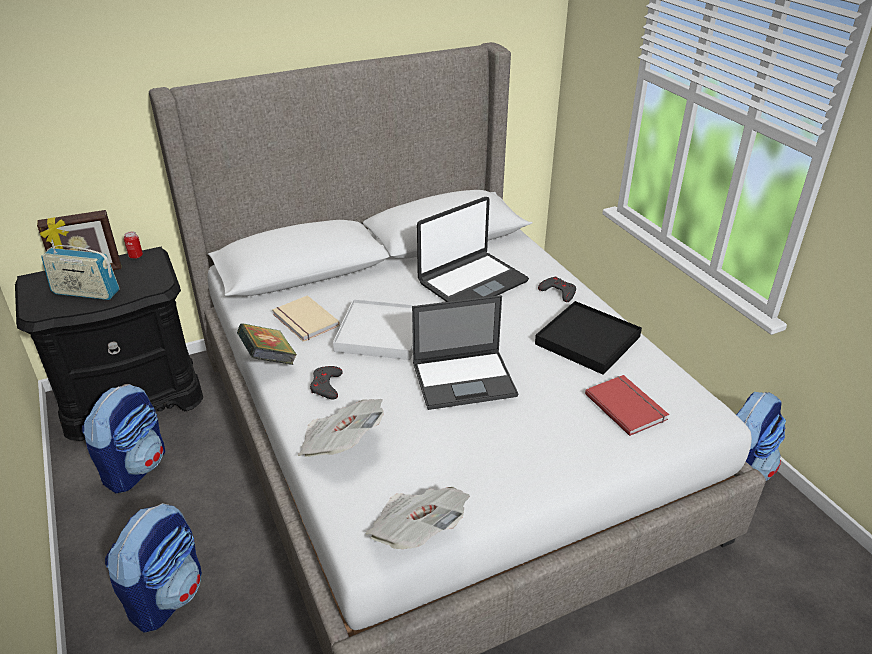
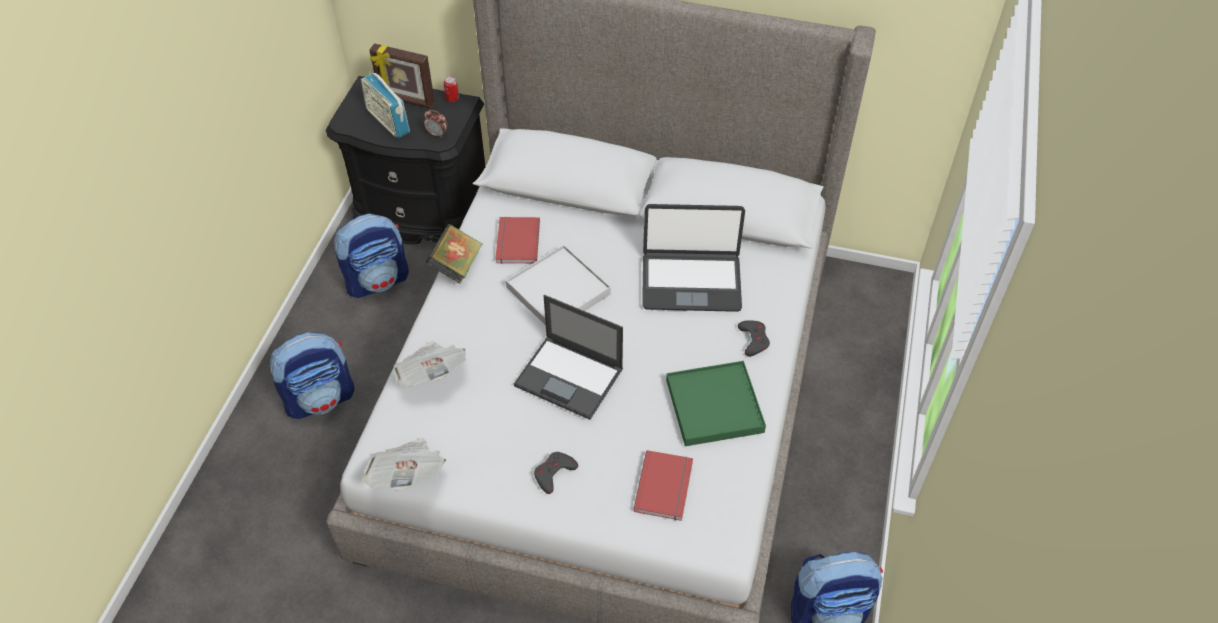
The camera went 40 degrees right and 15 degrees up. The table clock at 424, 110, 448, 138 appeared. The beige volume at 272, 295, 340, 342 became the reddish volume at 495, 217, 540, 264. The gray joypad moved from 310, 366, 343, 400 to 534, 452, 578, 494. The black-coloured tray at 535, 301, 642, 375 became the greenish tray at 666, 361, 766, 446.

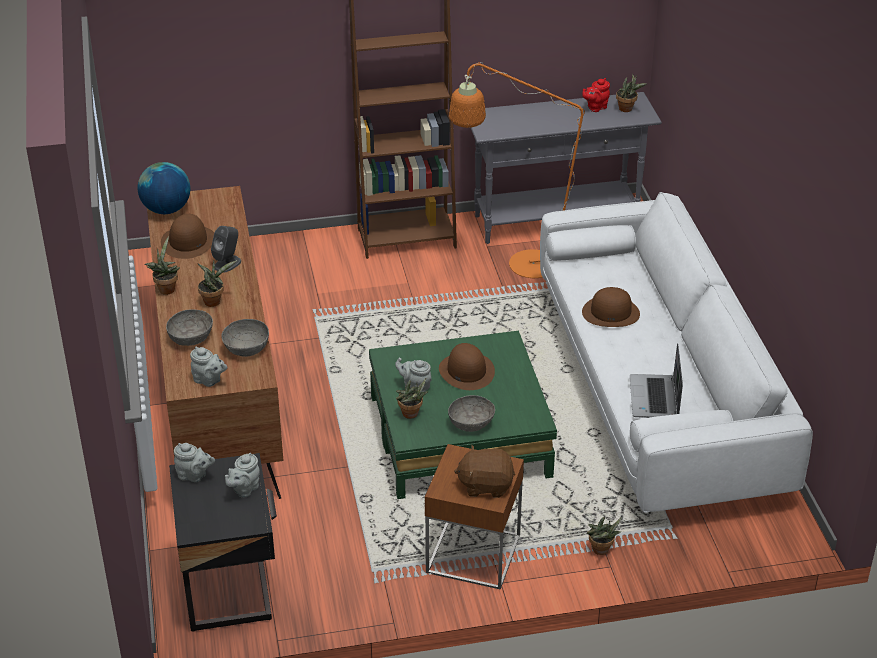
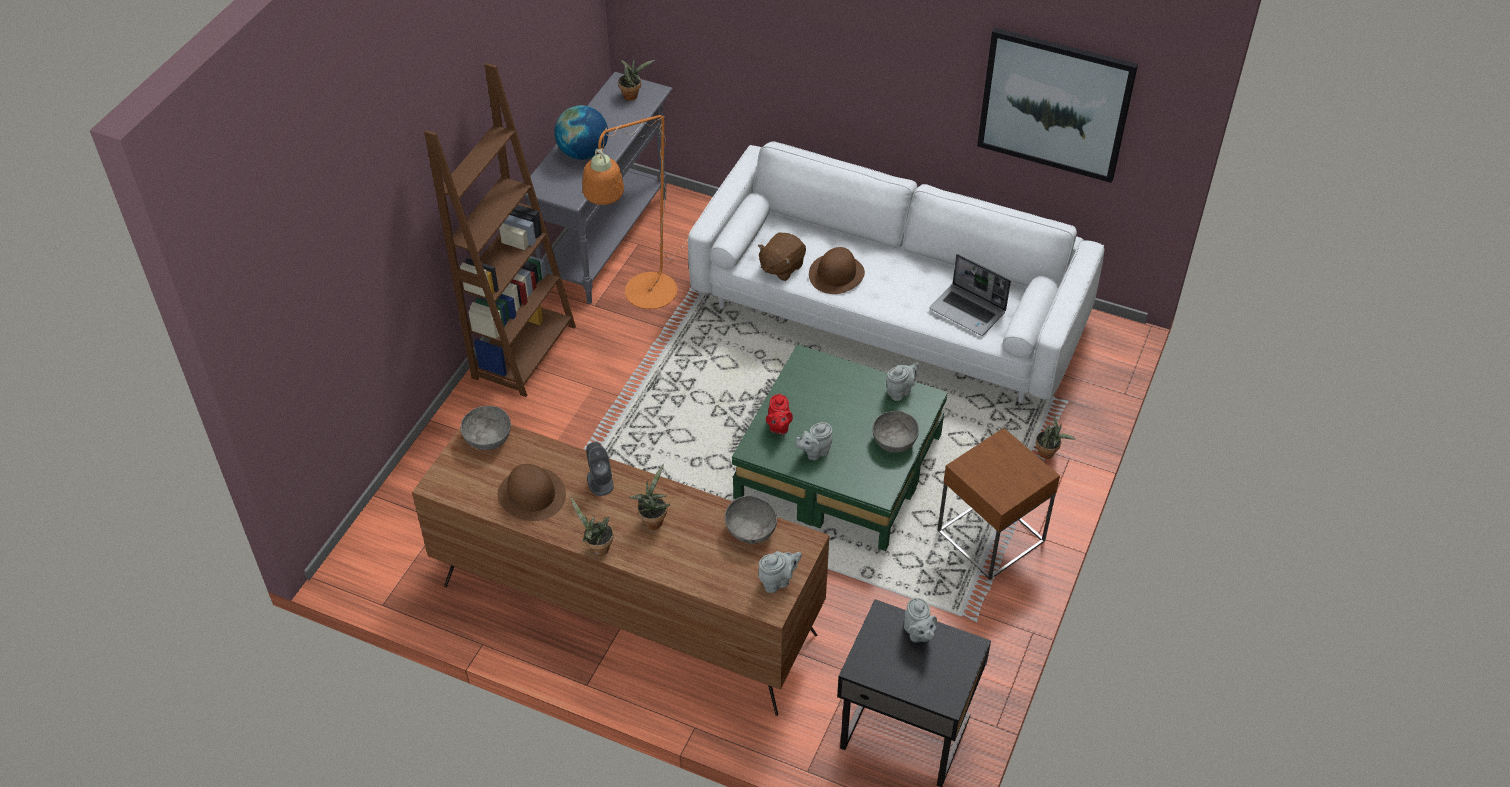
The camera went 55 degrees left and 10 degrees up. The gray serving bowl moved from 166, 309, 213, 346 to 461, 406, 511, 450. The world globe moved from 138, 162, 190, 214 to 554, 105, 608, 160. The brownish soft toy moved from 454, 445, 515, 498 to 758, 232, 806, 281. The reddish teapot moved from 582, 78, 610, 112 to 766, 393, 793, 435. The gray teapot moved from 174, 443, 215, 482 to 886, 362, 919, 401. The picture at 977, 28, 1138, 183 appeared. The potted plant at 396, 378, 428, 419 disappeared. The brownish wearable hat at 439, 343, 495, 390 disappeared.

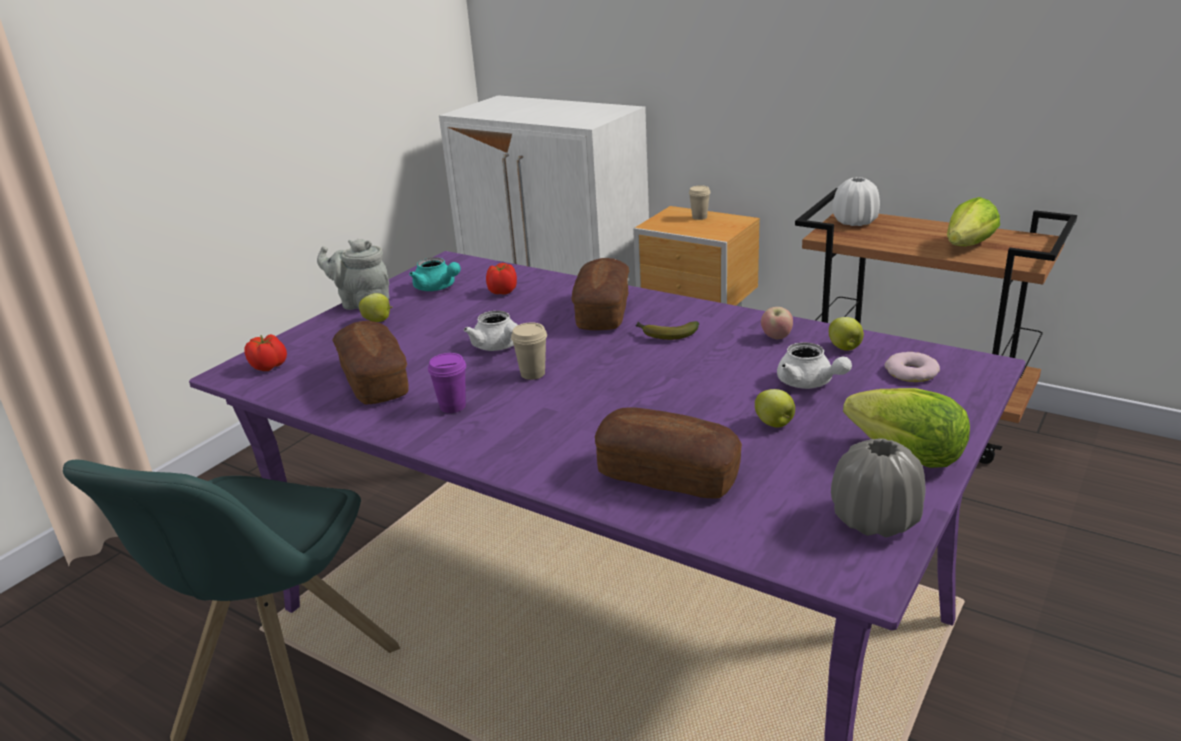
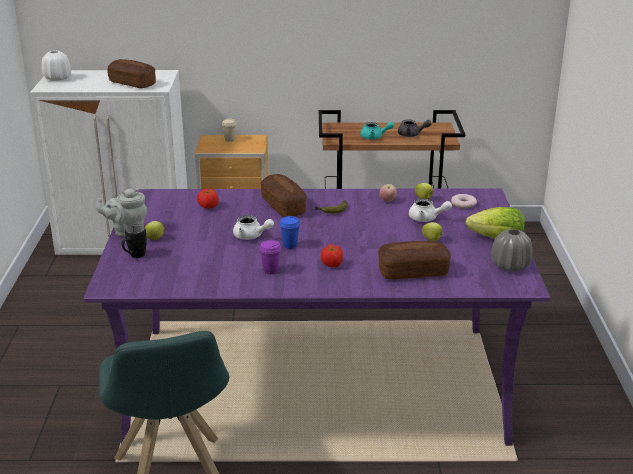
The camera went 35 degrees left and 0 degrees up. The whitish flower vase moved from 832, 177, 880, 226 to 41, 50, 71, 81. The bakery bread moved from 332, 321, 409, 405 to 107, 59, 156, 88. The black-coloured tea mug at 122, 225, 147, 258 appeared. The beige cup at 511, 322, 547, 380 became the blue cup at 280, 216, 300, 249. The tomato moved from 244, 334, 287, 371 to 321, 244, 343, 267. The turquoise teapot moved from 409, 257, 461, 291 to 360, 121, 394, 139. The lettuce at 947, 197, 1000, 246 was replaced by the gray teapot at 398, 119, 432, 137.

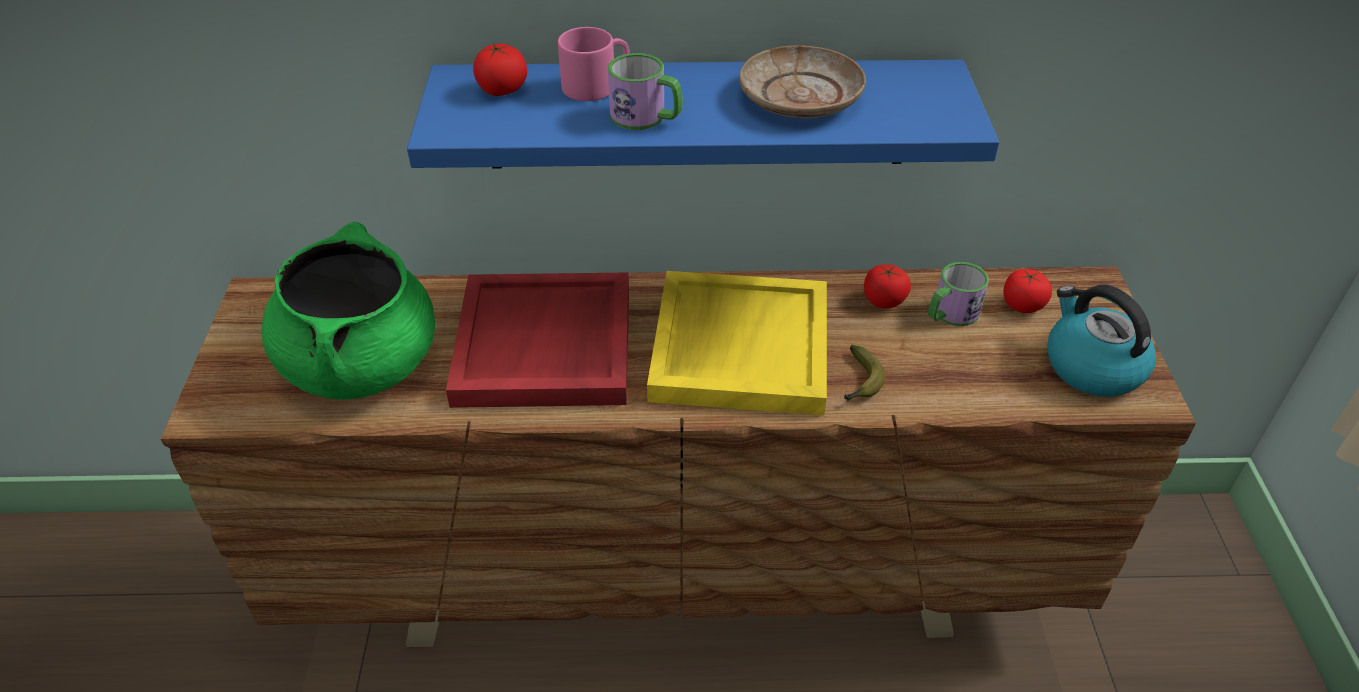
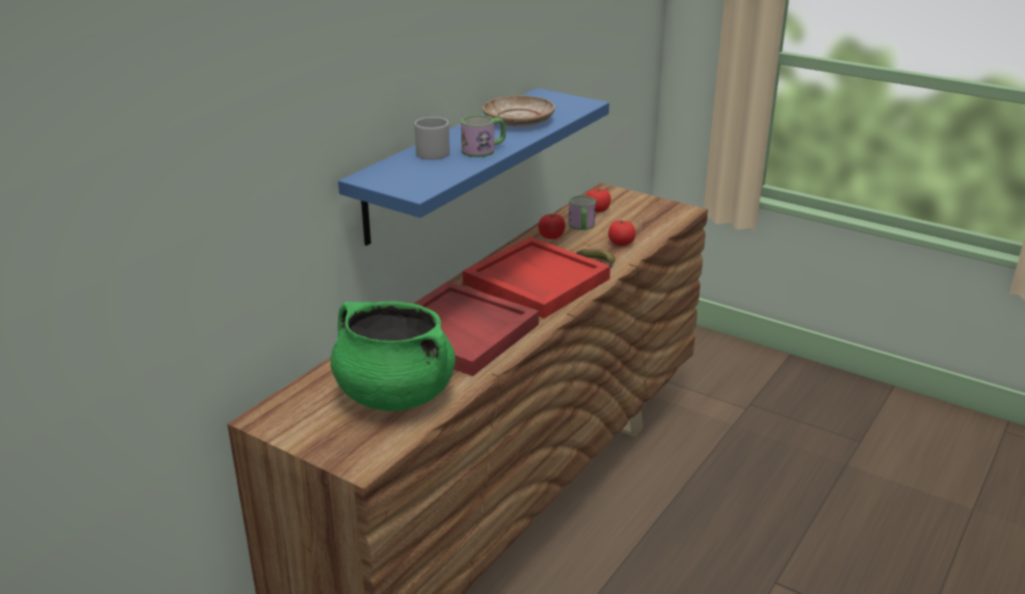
The camera went 55 degrees left and 15 degrees down. The pink tea mug at 558, 27, 630, 101 became the gray tea mug at 415, 117, 450, 160. The yellow-coloured tray at 647, 271, 827, 415 became the reddish tray at 463, 237, 610, 318. The tomato moved from 473, 43, 527, 96 to 608, 220, 636, 246. The kettle at 1047, 285, 1156, 397 disappeared.

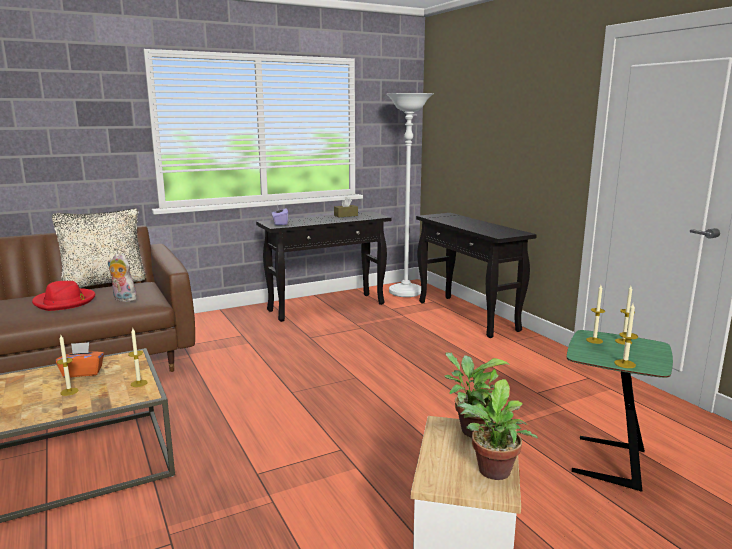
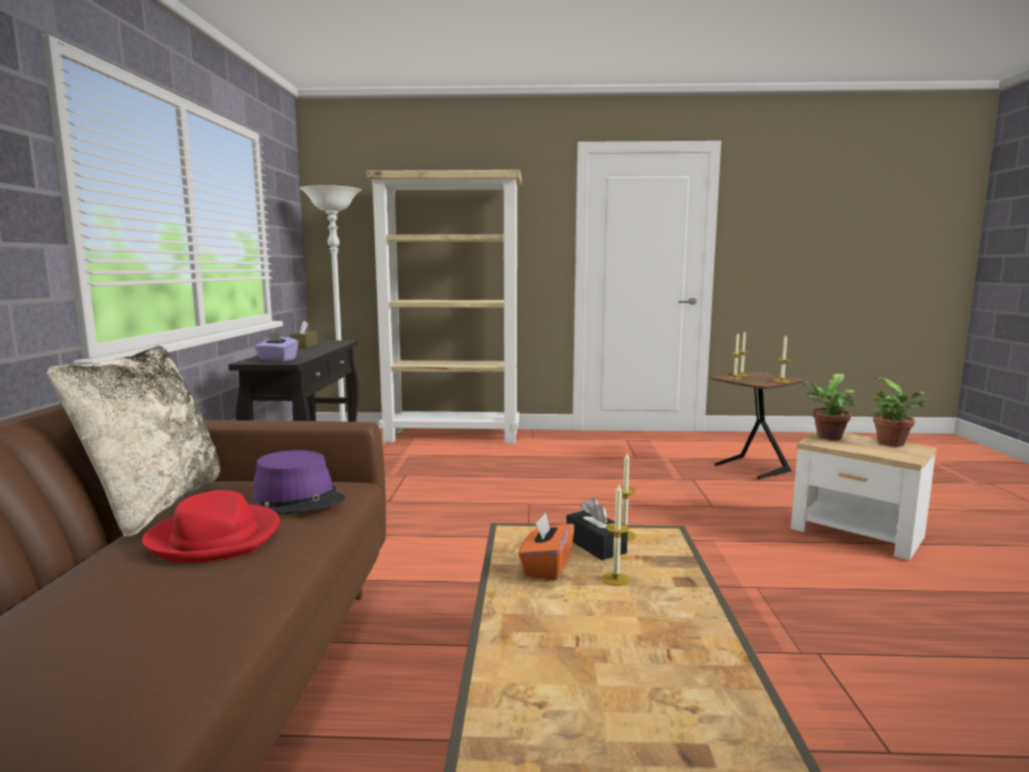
The camera went 60 degrees left and 5 degrees down. The soft toy at 108, 253, 138, 302 was replaced by the purple-coloured wearable hat at 252, 450, 345, 515. The black-coloured console table at 416, 213, 537, 338 was replaced by the beige bookcase at 366, 170, 521, 444. The black-coloured tissue box at 566, 498, 628, 560 appeared. The greenish end table at 567, 330, 673, 492 became the brownish end table at 710, 371, 804, 479.

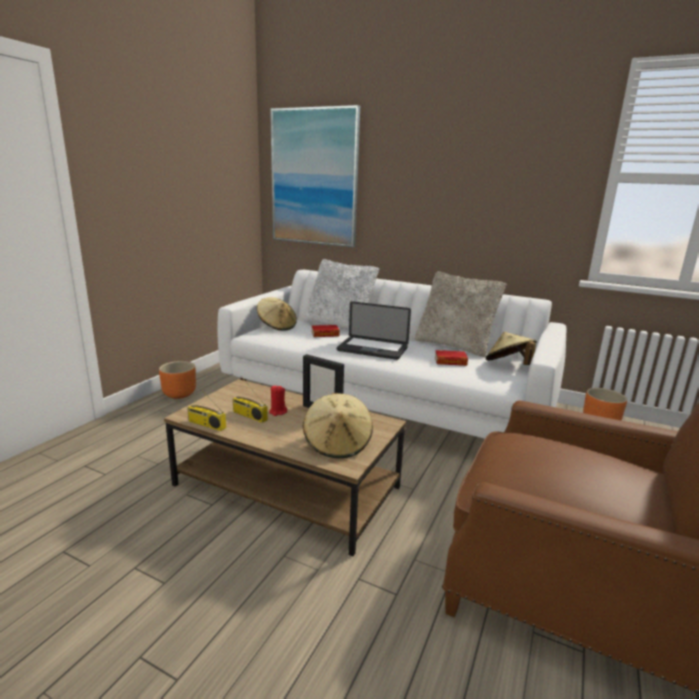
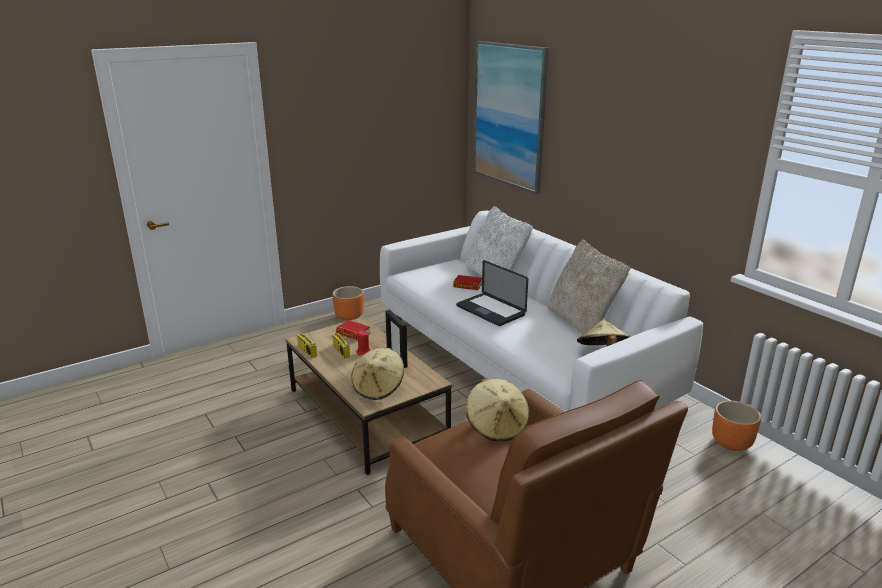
The camera went 30 degrees right and 5 degrees up. The volume moved from 435, 350, 468, 366 to 336, 320, 370, 340. The beige wearable hat moved from 257, 297, 297, 331 to 466, 379, 529, 442.

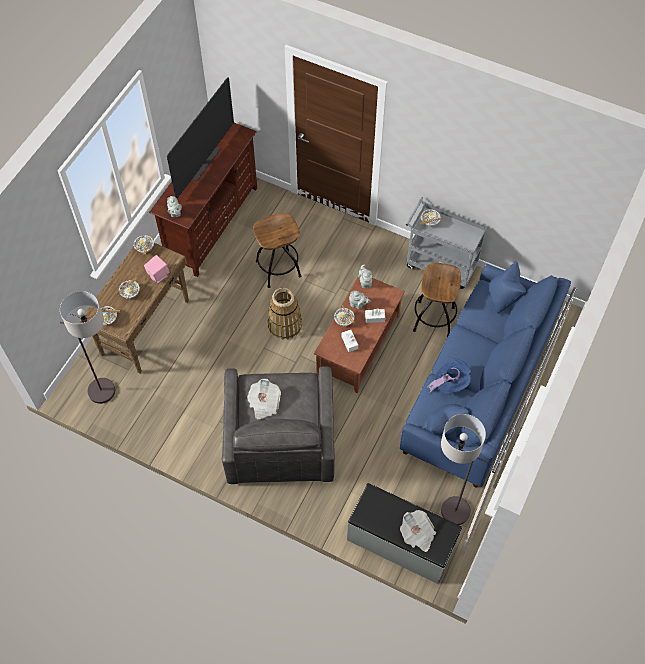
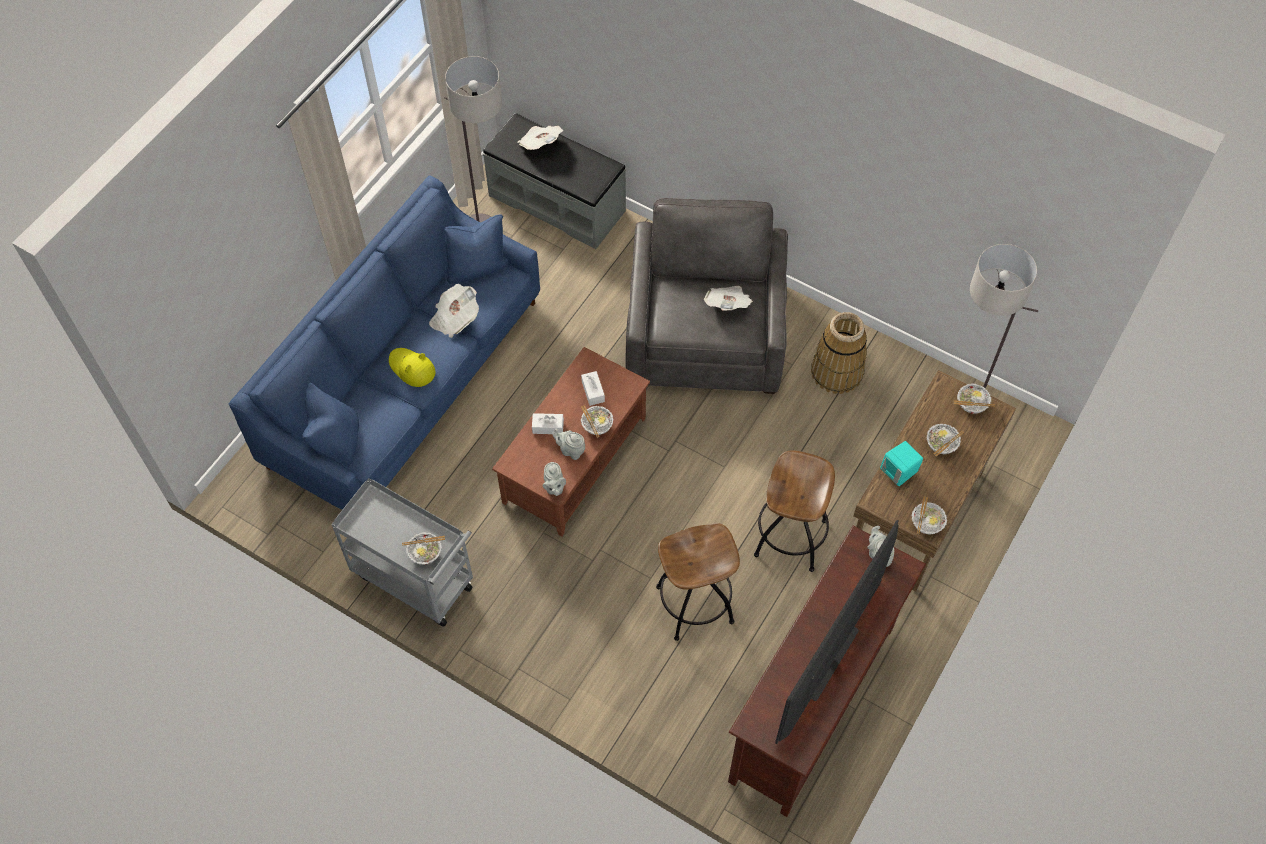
The camera went 175 degrees left and 0 degrees up. The yellow-coloured wearable hat at 389, 348, 436, 387 appeared. The blue wearable hat at 427, 358, 472, 395 was replaced by the printed paper at 429, 284, 479, 338. The brownish stool moved from 413, 263, 461, 337 to 754, 451, 835, 572. The basket moved from 268, 288, 302, 340 to 811, 312, 867, 394. The pink audio speaker at 144, 255, 170, 283 became the turquoise audio speaker at 880, 441, 923, 486.

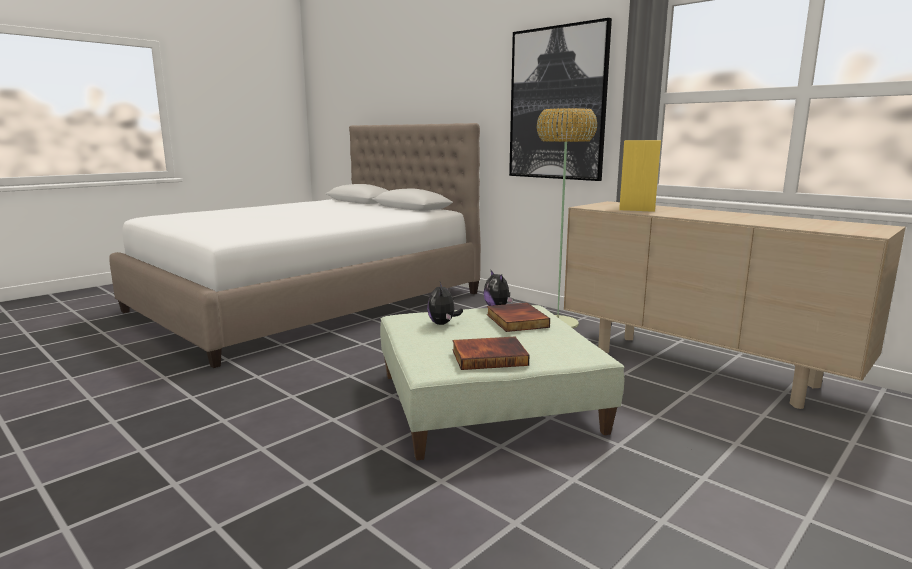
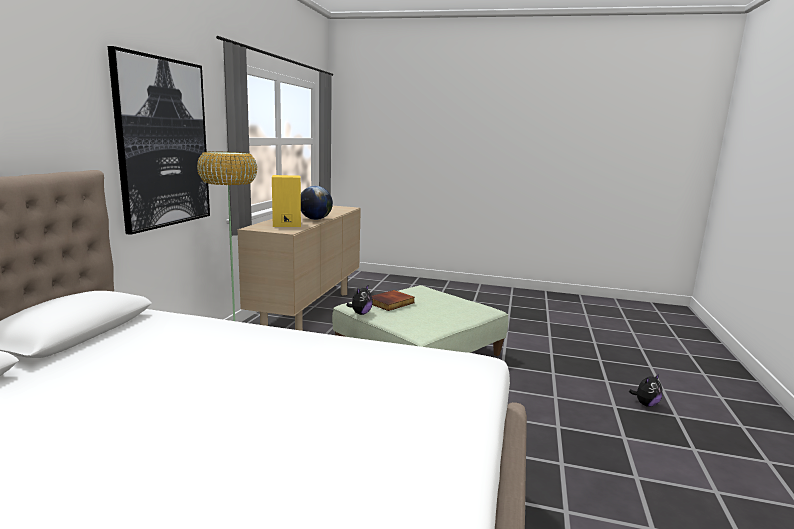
The camera went 120 degrees left and 0 degrees up. The world globe at 301, 186, 333, 220 appeared. The soft toy moved from 427, 282, 463, 325 to 629, 373, 662, 407. The volume at 452, 337, 530, 370 disappeared.

